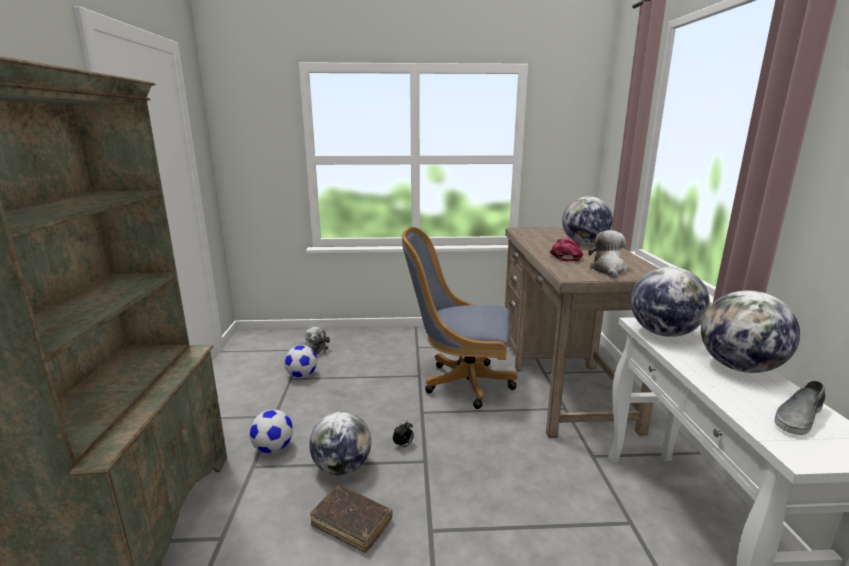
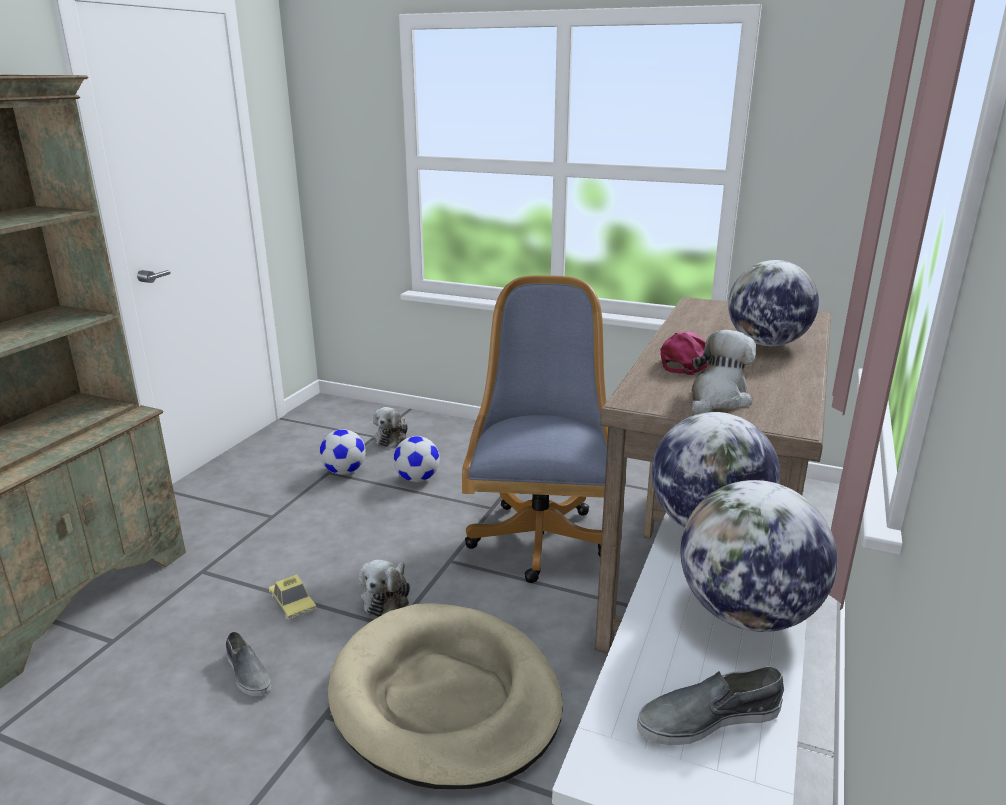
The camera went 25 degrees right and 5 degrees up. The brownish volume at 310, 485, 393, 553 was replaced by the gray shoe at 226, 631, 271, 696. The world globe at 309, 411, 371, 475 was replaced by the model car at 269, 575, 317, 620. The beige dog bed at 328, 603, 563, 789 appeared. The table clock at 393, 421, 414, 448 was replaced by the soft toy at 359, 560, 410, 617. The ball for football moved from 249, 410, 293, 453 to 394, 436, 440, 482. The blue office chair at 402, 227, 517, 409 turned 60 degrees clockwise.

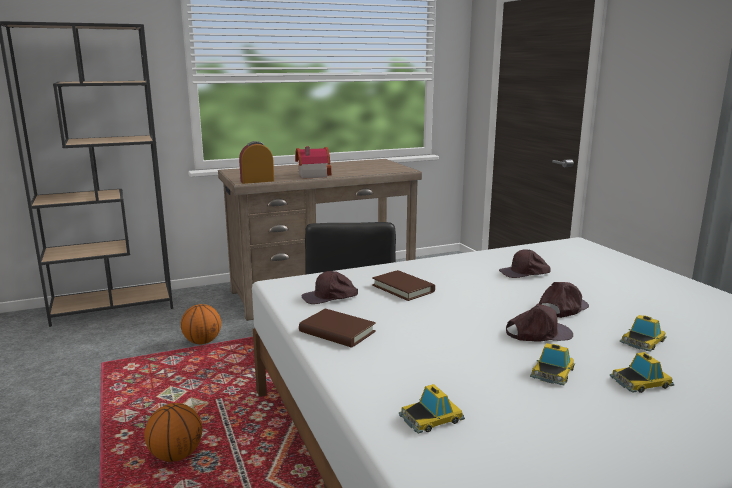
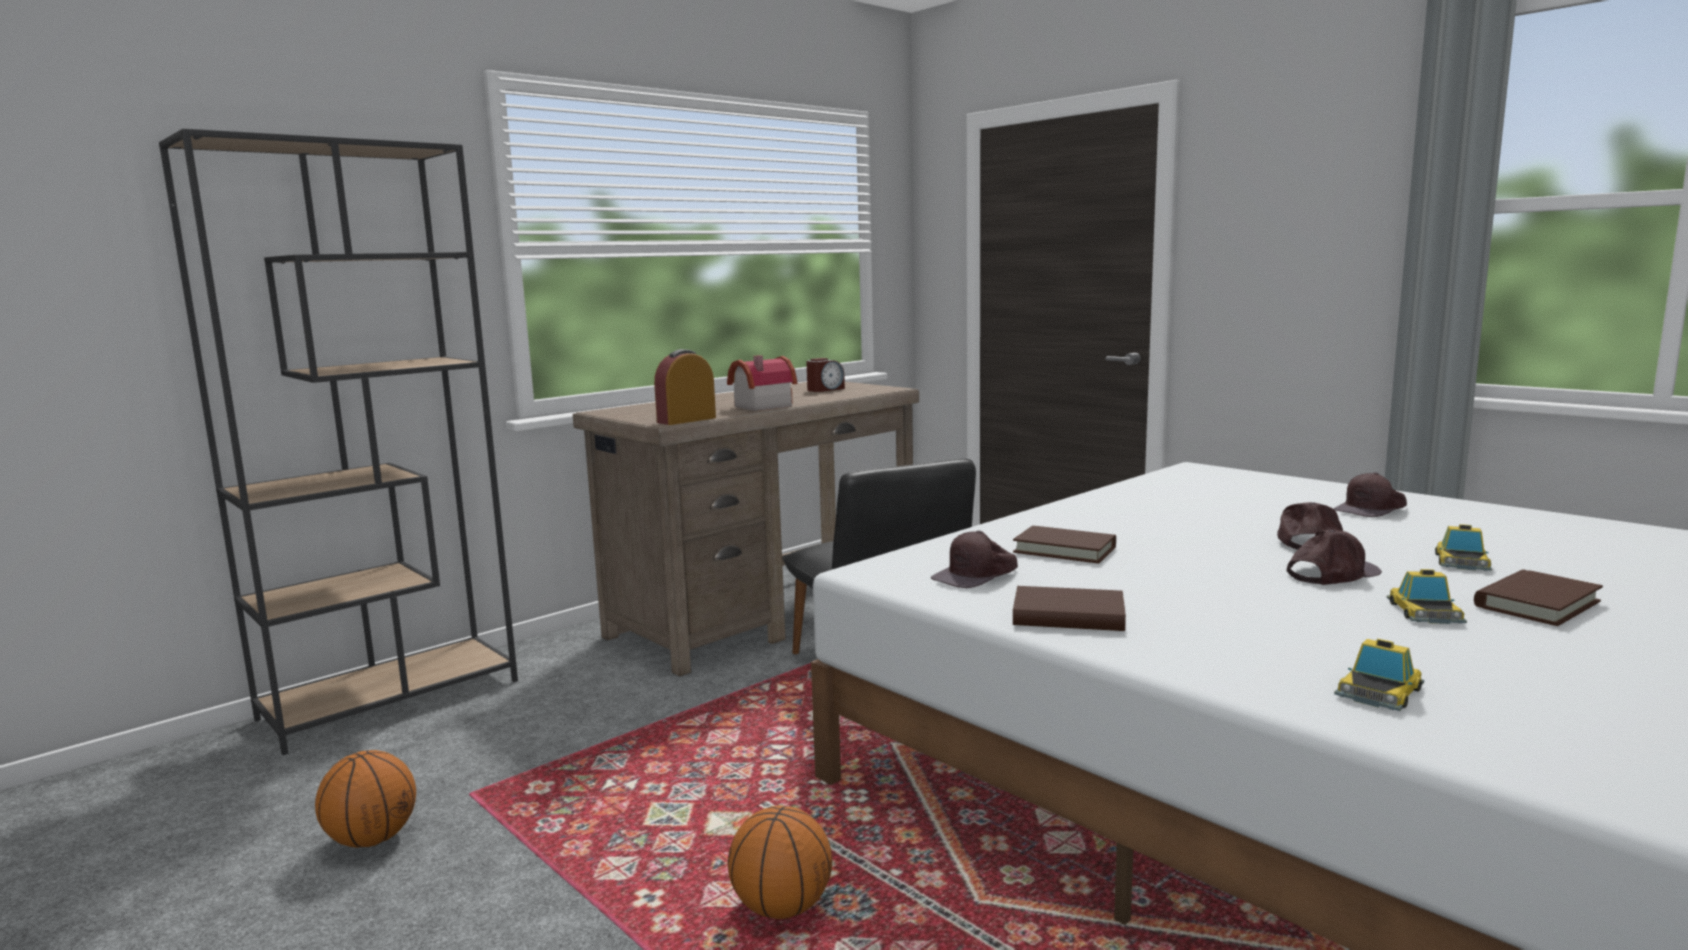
The camera went 20 degrees left and 5 degrees down. The basketball moved from 181, 304, 221, 344 to 315, 750, 416, 848. The table clock at 806, 358, 845, 392 appeared. The brownish cap moved from 499, 249, 551, 278 to 1333, 472, 1407, 517. The model car at 610, 352, 674, 393 was replaced by the brownish volume at 1474, 569, 1603, 626.

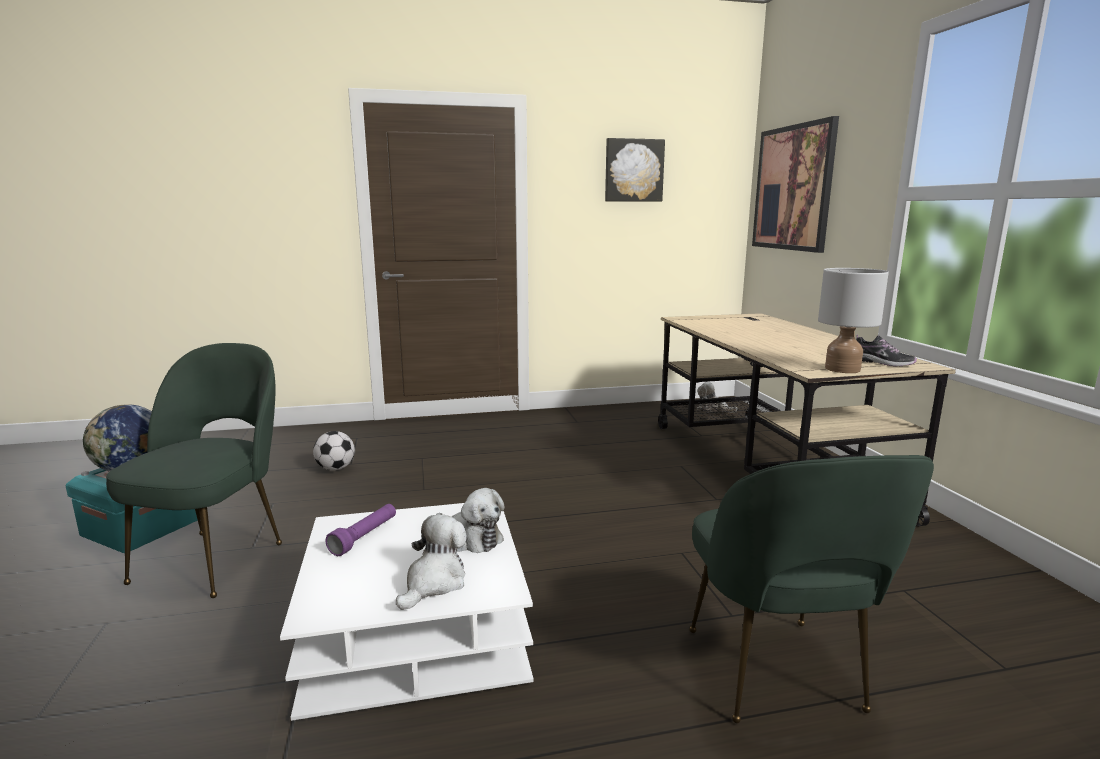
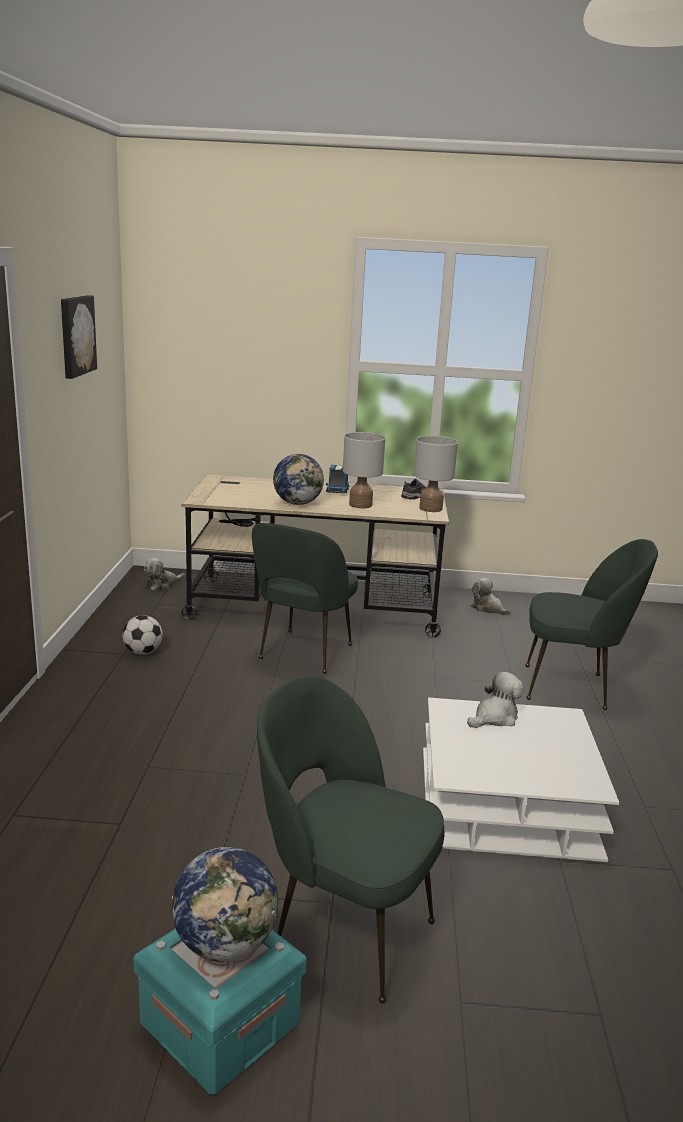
The camera went 75 degrees left and 5 degrees up. The ball for football moved from 313, 431, 355, 471 to 122, 615, 163, 655. The greenish plain chair at 252, 523, 358, 674 appeared. The world globe at 273, 454, 324, 505 appeared. The toy lorry at 326, 465, 350, 493 appeared. The gray table lamp at 343, 432, 386, 508 appeared. The soft toy moved from 396, 515, 467, 610 to 470, 578, 512, 615. The purple-coloured hand torch at 326, 504, 396, 556 disappeared. The picture at 752, 116, 839, 253 disappeared.

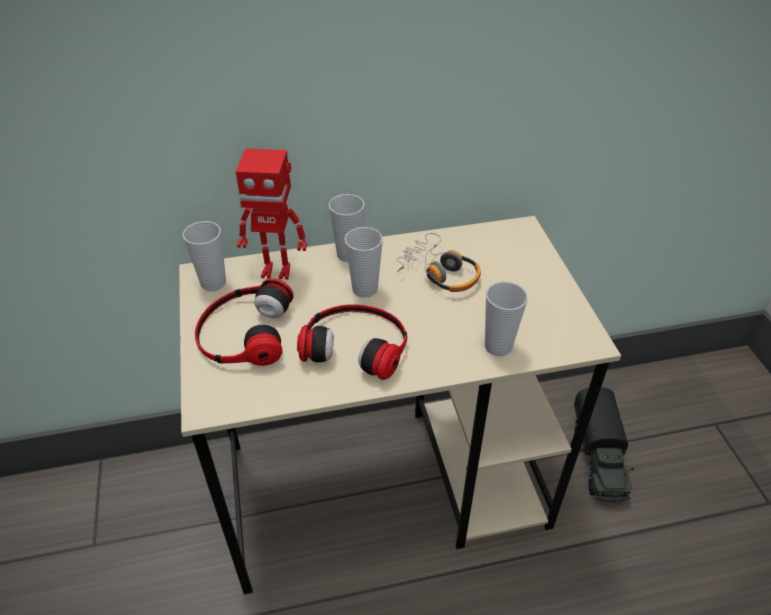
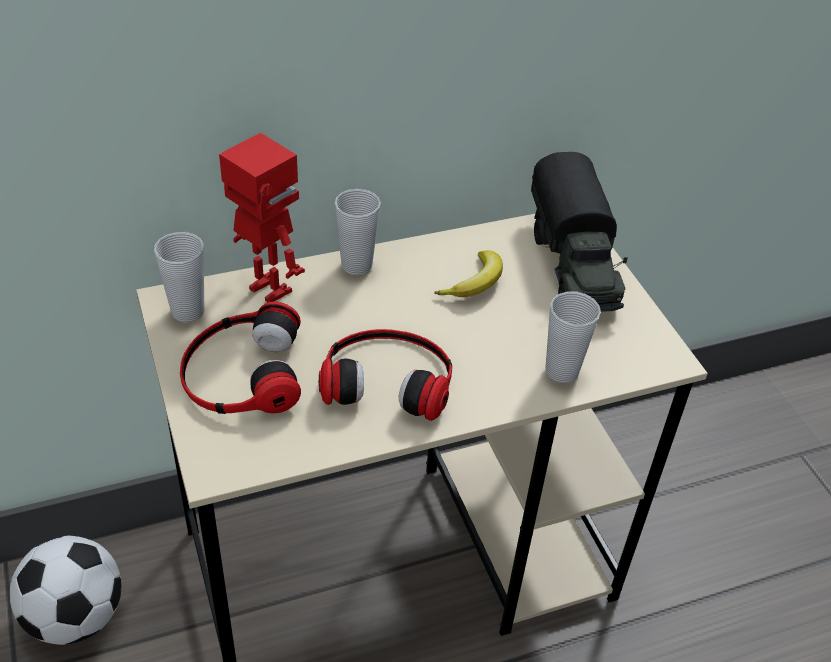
The camera went 10 degrees left and 0 degrees up. The ball for football at 10, 536, 121, 645 appeared. The model robot at 236, 148, 307, 280 turned 135 degrees counterclockwise. The headset at 397, 233, 481, 292 was replaced by the whole banana at 434, 250, 503, 297. The toy lorry moved from 574, 387, 634, 502 to 531, 152, 628, 312. The cup at 345, 227, 383, 298 disappeared.

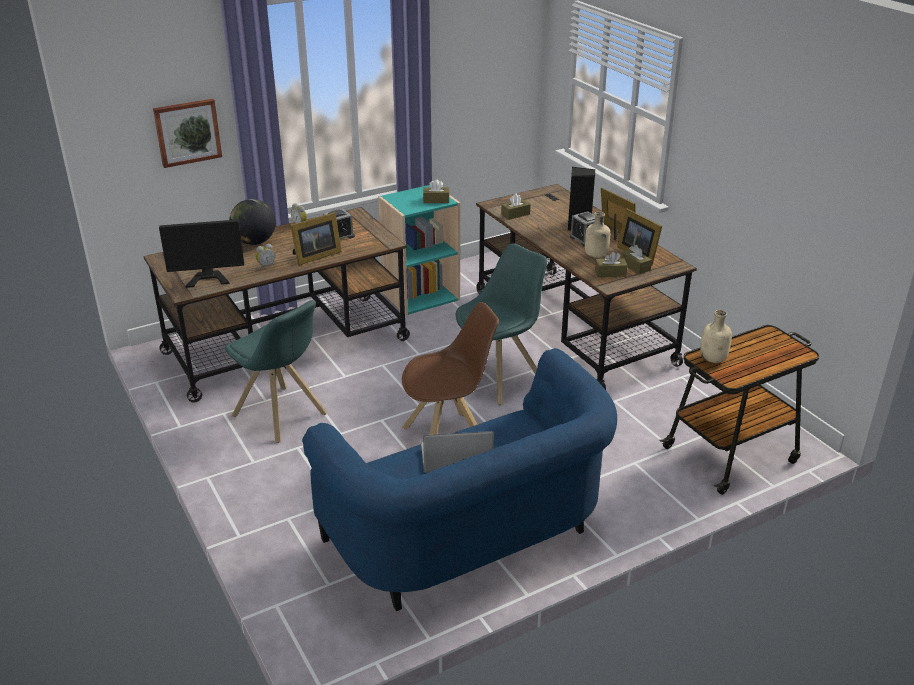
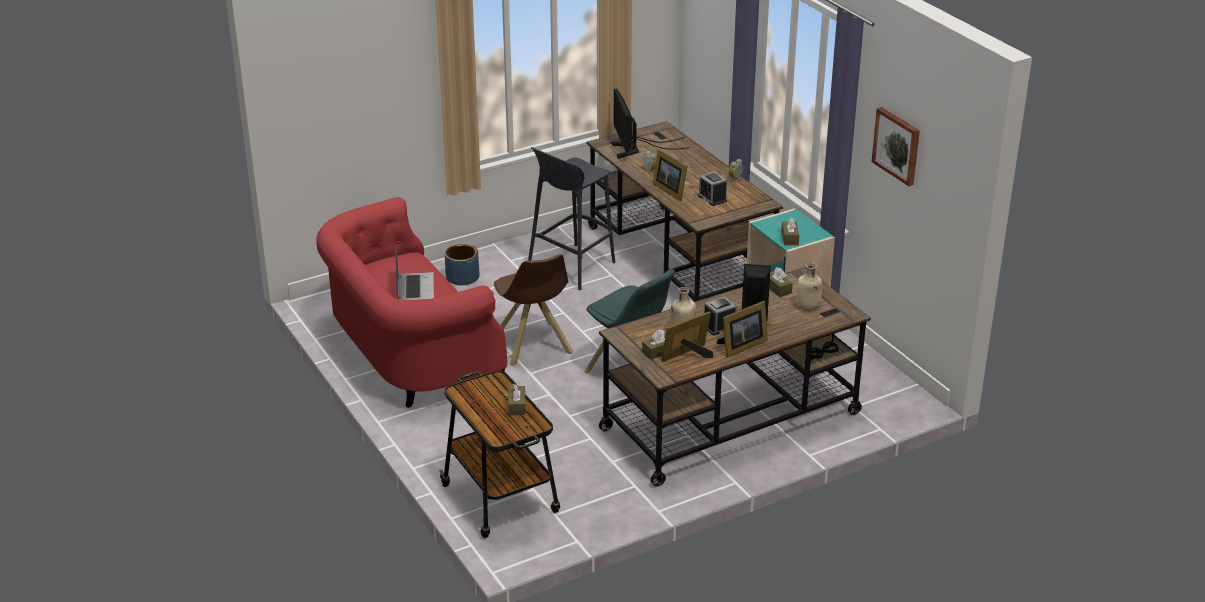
The camera went 90 degrees right and 0 degrees up. The blue sofa at 302, 348, 617, 611 became the reddish sofa at 316, 197, 507, 408. The blue planter at 445, 244, 479, 285 appeared. The brownish tissue box moved from 595, 252, 627, 277 to 508, 384, 526, 415. The turquoise plain chair at 225, 300, 327, 443 was replaced by the gray stool at 528, 147, 616, 290. The beige drink bottle moved from 700, 310, 732, 363 to 796, 263, 822, 309. The picture moved from 153, 99, 222, 168 to 872, 107, 920, 186. The world globe at 229, 199, 276, 245 disappeared.

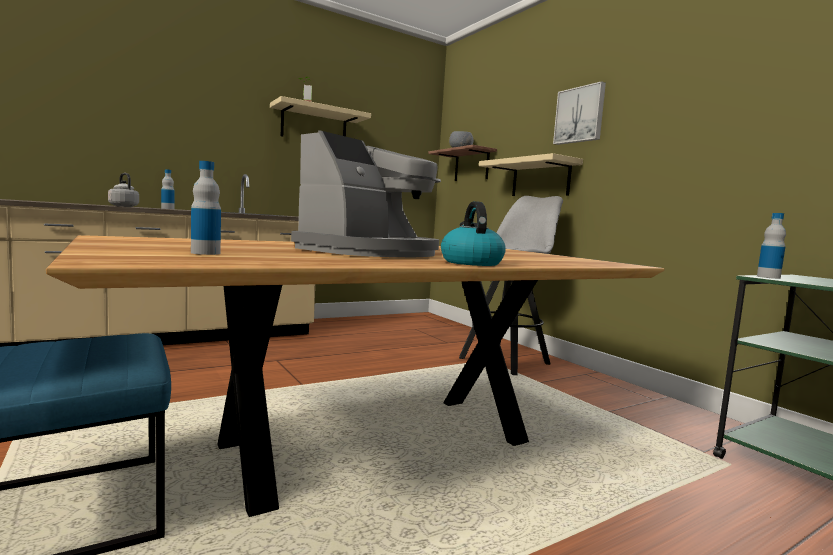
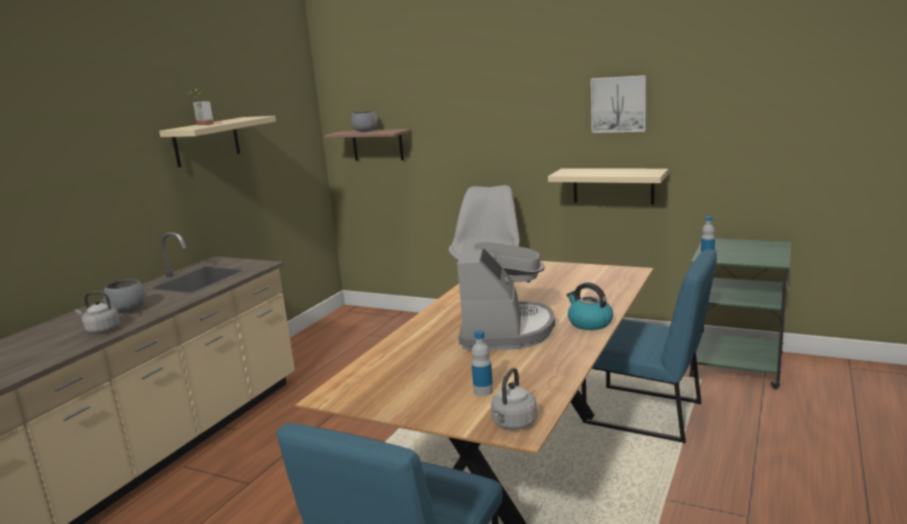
The camera went 30 degrees left and 10 degrees up. The drink bottle at 161, 169, 174, 209 was replaced by the gray serving bowl at 103, 279, 146, 312. The gray kettle at 491, 368, 537, 430 appeared. The beige bracket shelf moved from 479, 153, 583, 196 to 548, 168, 669, 204. The blue plain chair at 582, 249, 717, 443 appeared. The picture moved from 553, 81, 606, 145 to 591, 75, 647, 133.

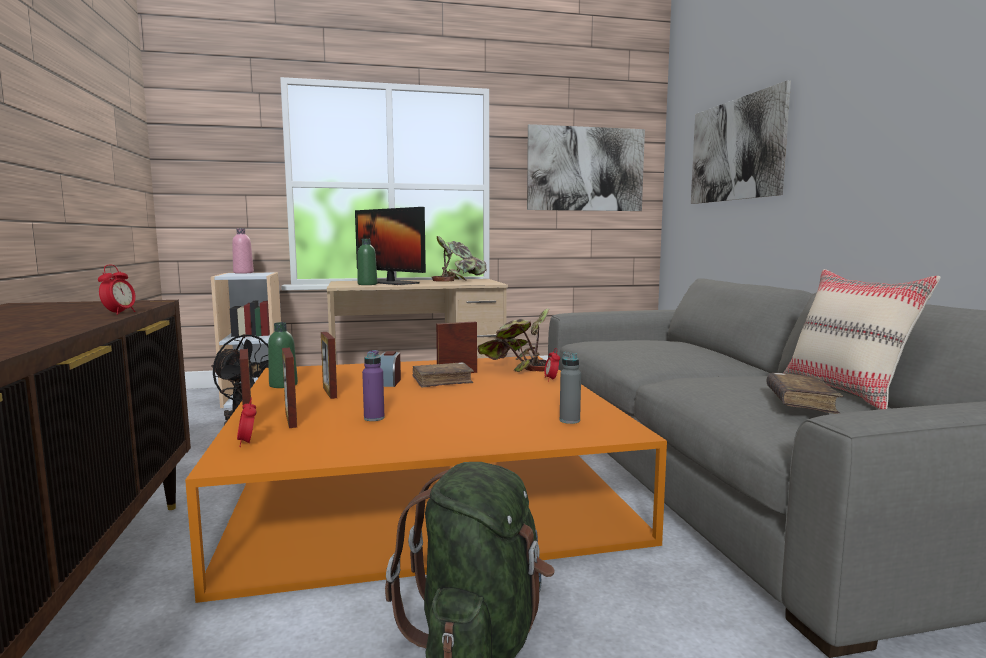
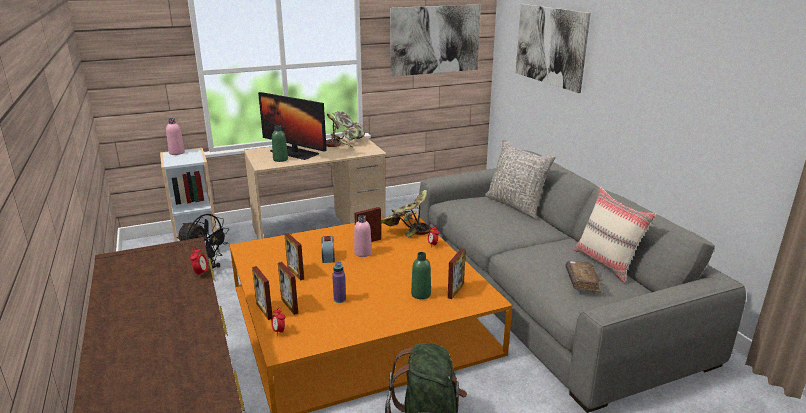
The camera went 10 degrees left and 15 degrees up. The brownish volume at 413, 362, 474, 387 was replaced by the pink drink bottle at 354, 215, 372, 257. The greenish drink bottle moved from 268, 322, 298, 388 to 411, 252, 431, 299. The gray drink bottle at 560, 352, 581, 424 was replaced by the photo frame at 448, 248, 466, 299. The gray cushion at 485, 139, 556, 219 appeared.

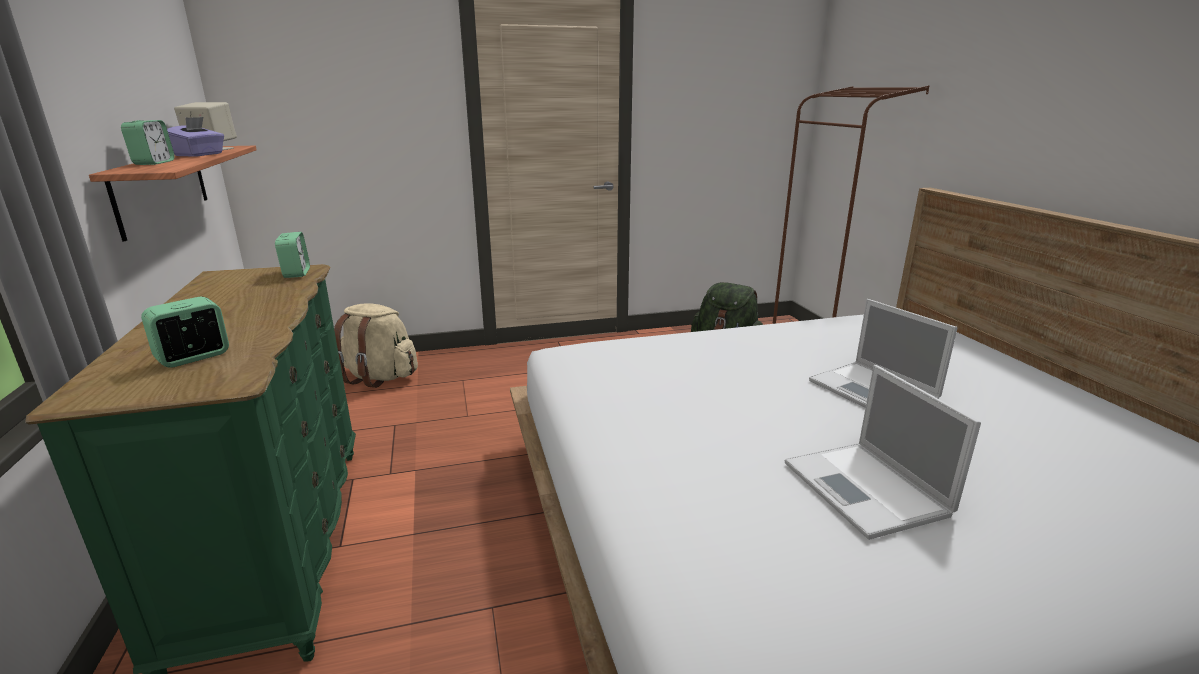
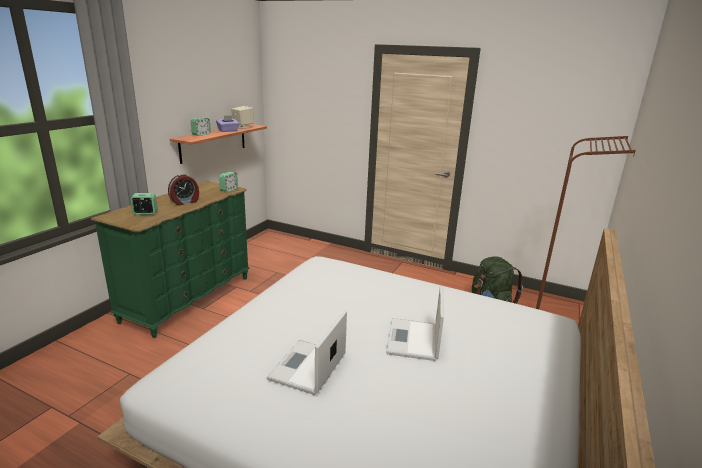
The camera went 40 degrees right and 0 degrees up. The table clock at 168, 174, 199, 206 appeared. The beige rucksack at 334, 303, 418, 388 disappeared.

